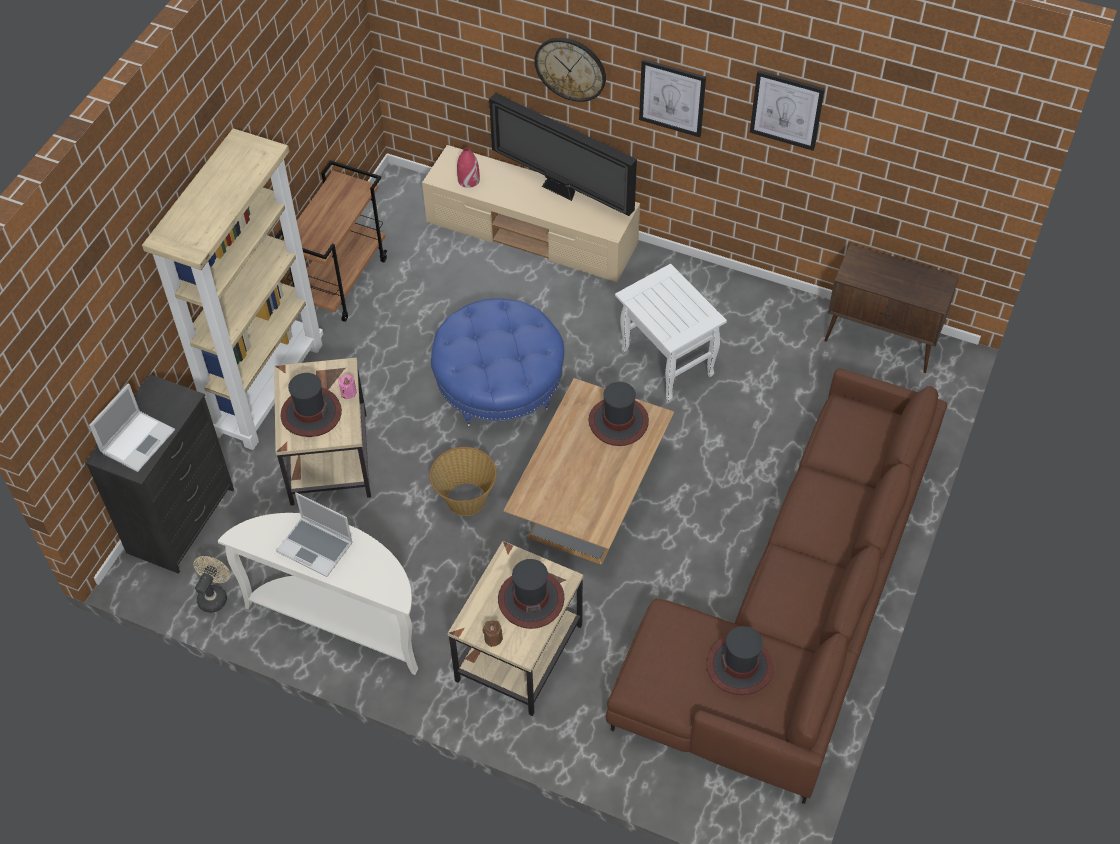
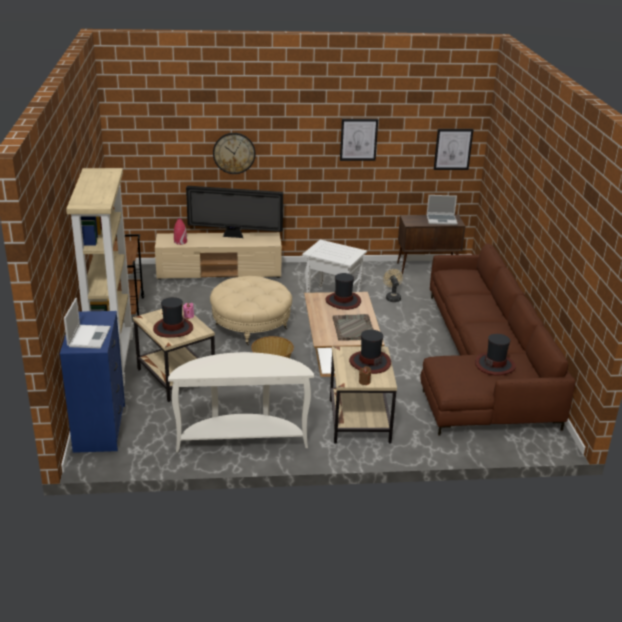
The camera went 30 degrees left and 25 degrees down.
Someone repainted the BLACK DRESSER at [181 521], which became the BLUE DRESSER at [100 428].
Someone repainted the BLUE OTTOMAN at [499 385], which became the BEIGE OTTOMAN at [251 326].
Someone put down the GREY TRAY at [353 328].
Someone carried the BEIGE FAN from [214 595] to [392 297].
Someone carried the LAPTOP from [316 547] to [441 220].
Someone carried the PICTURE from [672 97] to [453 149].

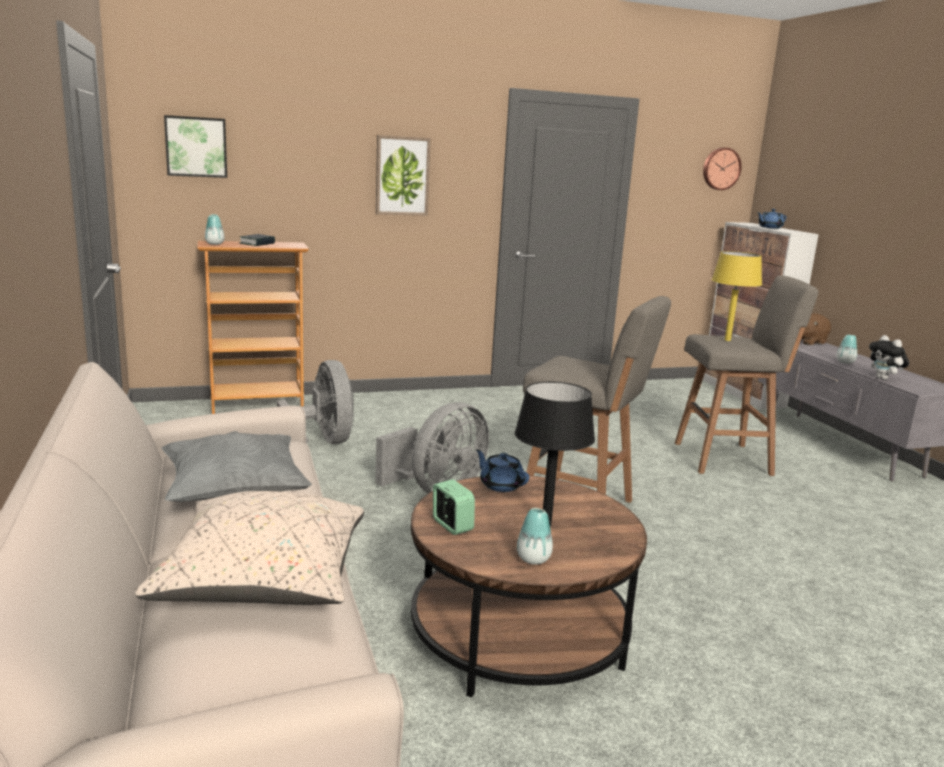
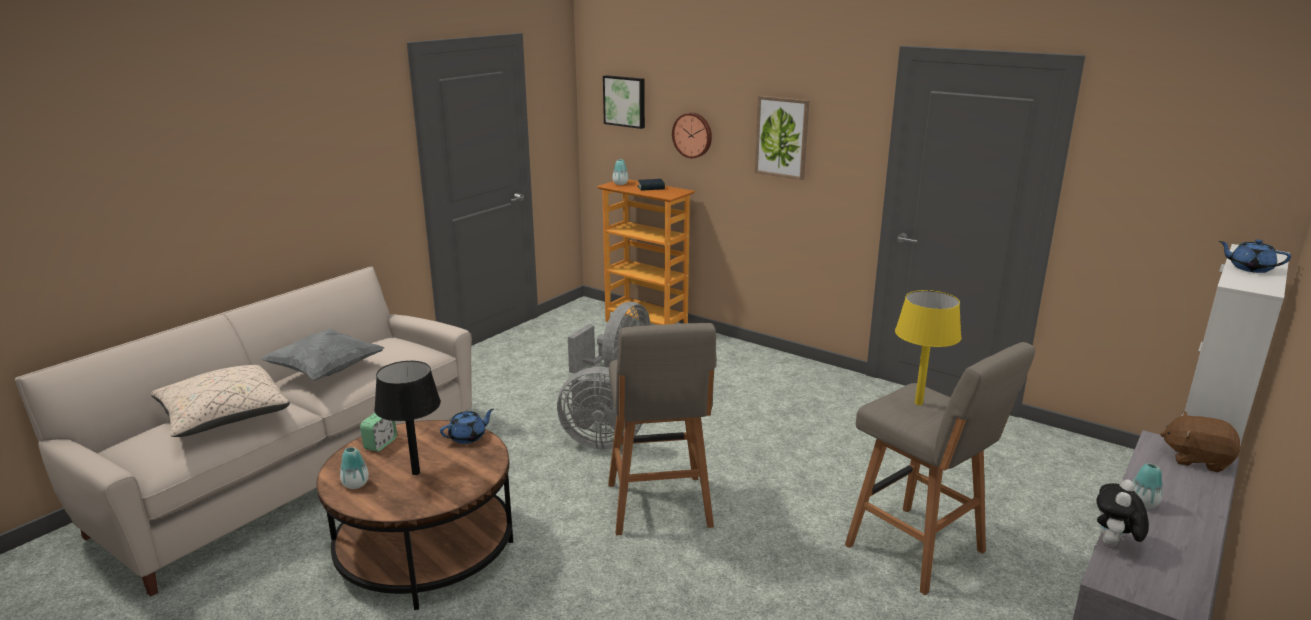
The camera went 55 degrees right and 5 degrees up.
Someone rotated the BLUE TEAPOT at [500 485] by 45 degrees clockwise.
Someone carried the WALL CLOCK from [720 168] to [693 135].

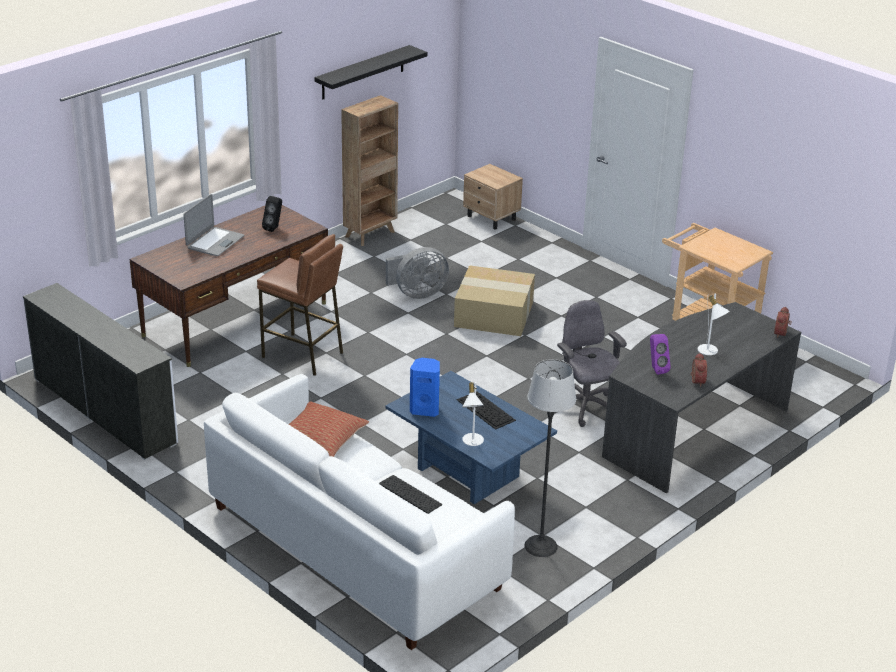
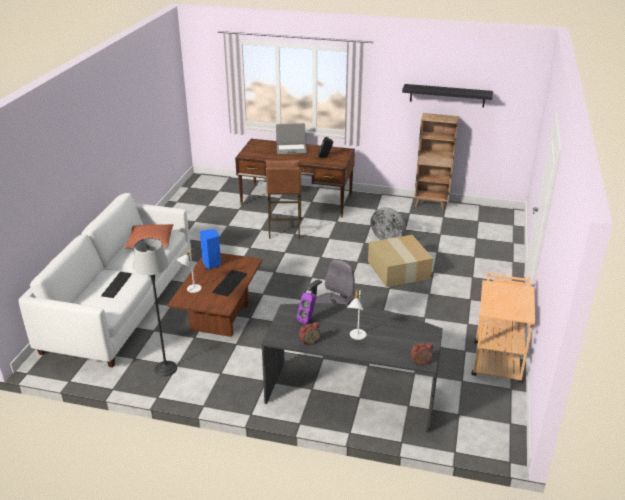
The camera went 60 degrees right and 0 degrees up.
Someone repainted the BLUE COFFEE TABLE at [468 472], which became the BROWN COFFEE TABLE at [220 317].
Someone took away the WHITE DRESSER at [105 410].
Someone took away the BEIGE NIGHTSTAND at [491 218].

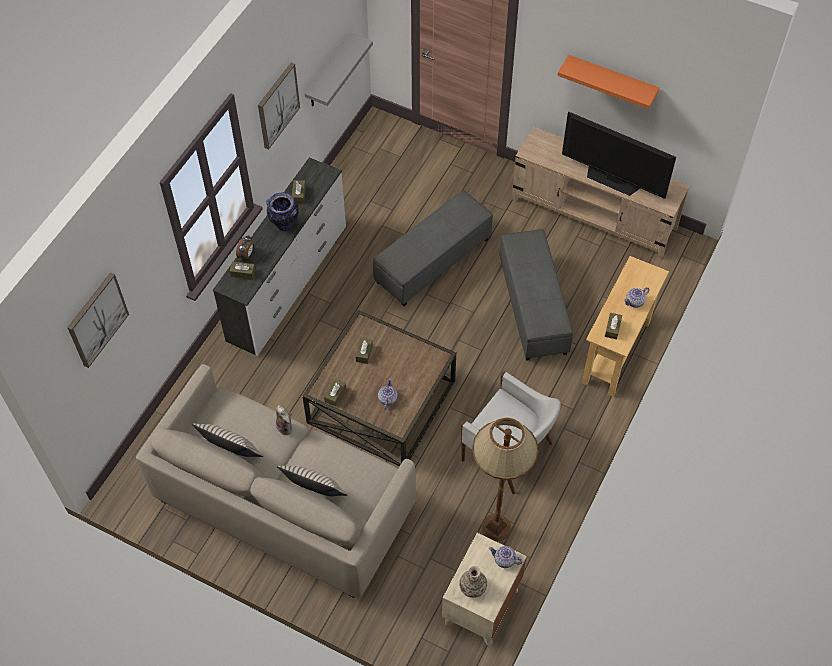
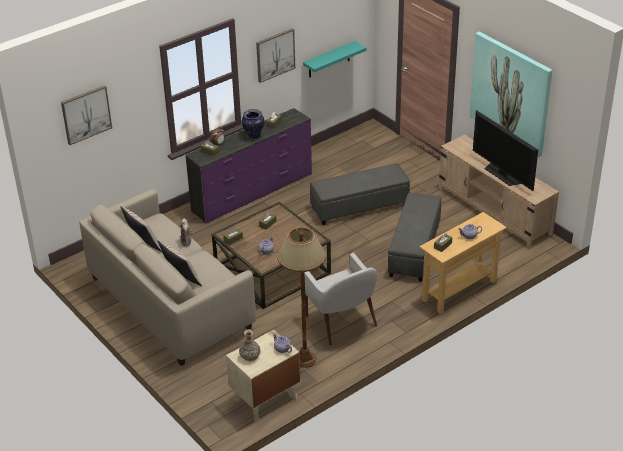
The camera went 25 degrees right and 20 degrees down.
Someone repainted the WHITE DRESSER at [288 283], which became the PURPLE DRESSER at [253 192].
Someone repainted the GREY SHELF at [328 72], which became the TURQUOISE SHELF at [329 60].
Someone swapped the ORANGE SHELF at [611 81] for the PICTURE at [511 93].

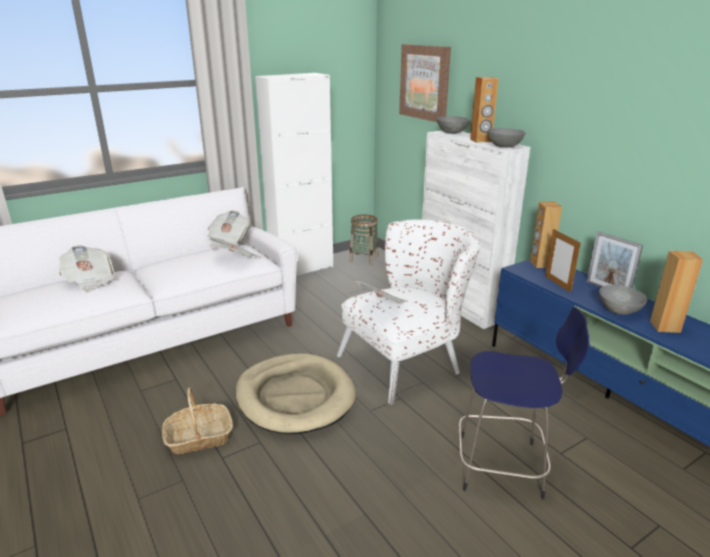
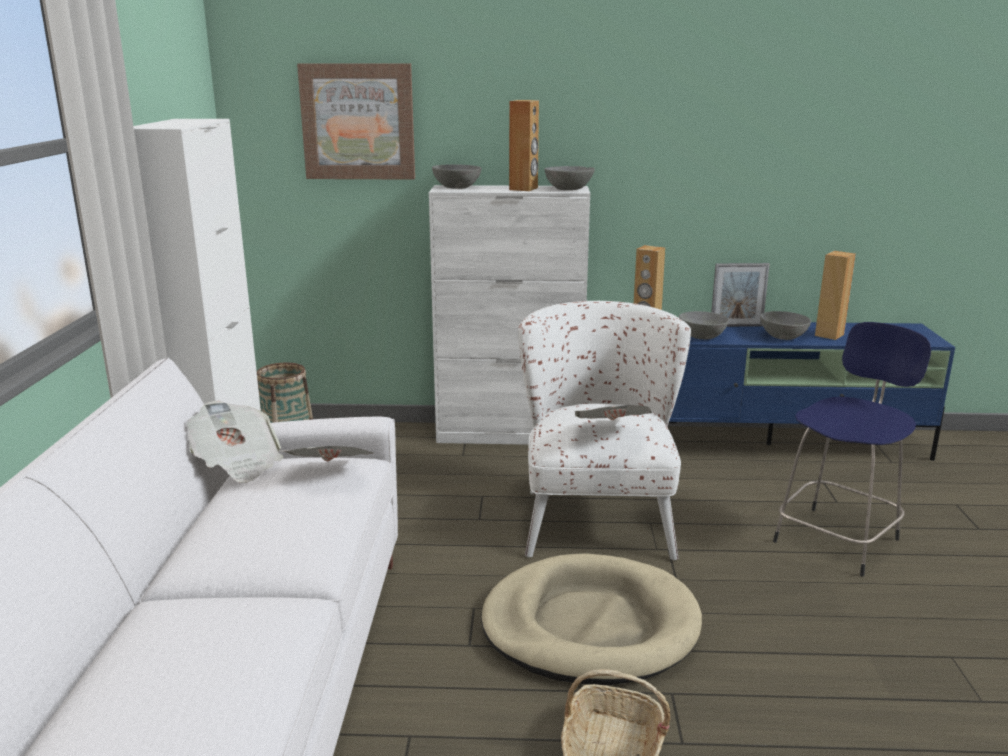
The camera went 55 degrees left and 5 degrees down.
Someone swapped the PICTURE FRAME at [557 284] for the GREY BOWL at [702 337].
Someone took away the NEWSPAPER at [89 280].

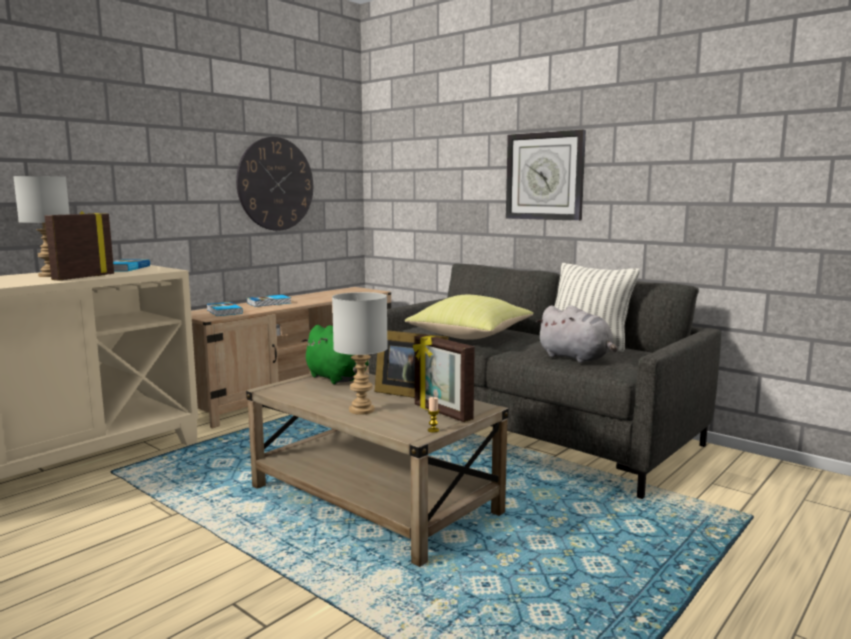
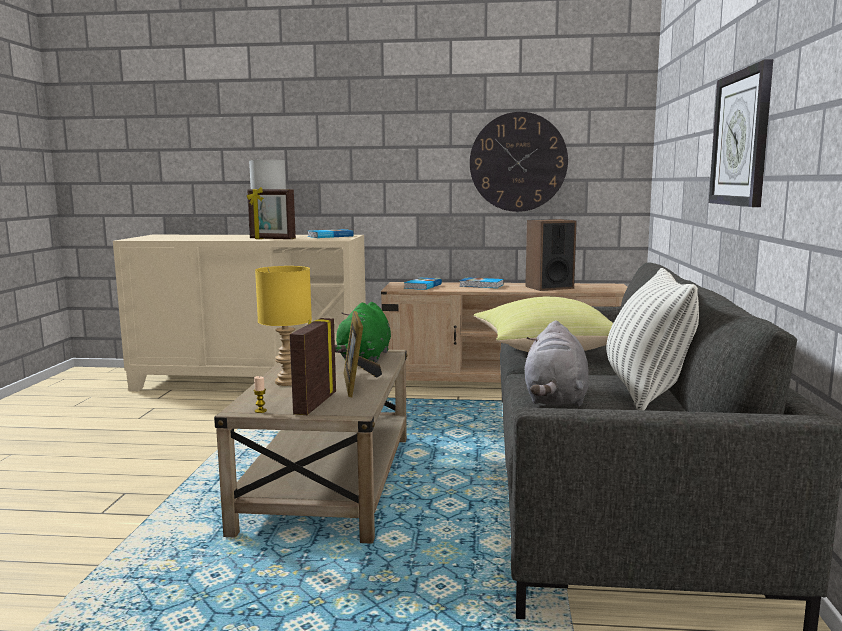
The camera went 55 degrees right and 0 degrees up.
Someone rotated the PICTURE FRAME at [83 277] by 150 degrees counterclockwise.
Someone repainted the GREY TABLE LAMP at [362 410], which became the YELLOW TABLE LAMP at [287 382].
Someone put down the SPEAKER at [549 287].

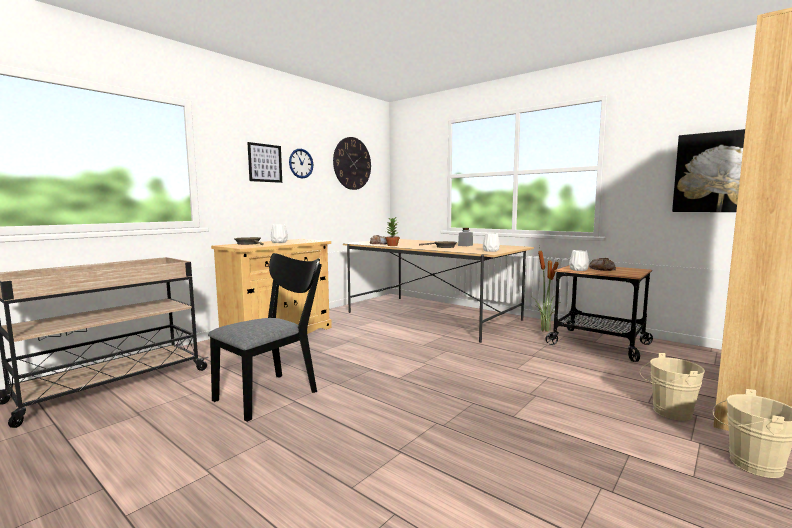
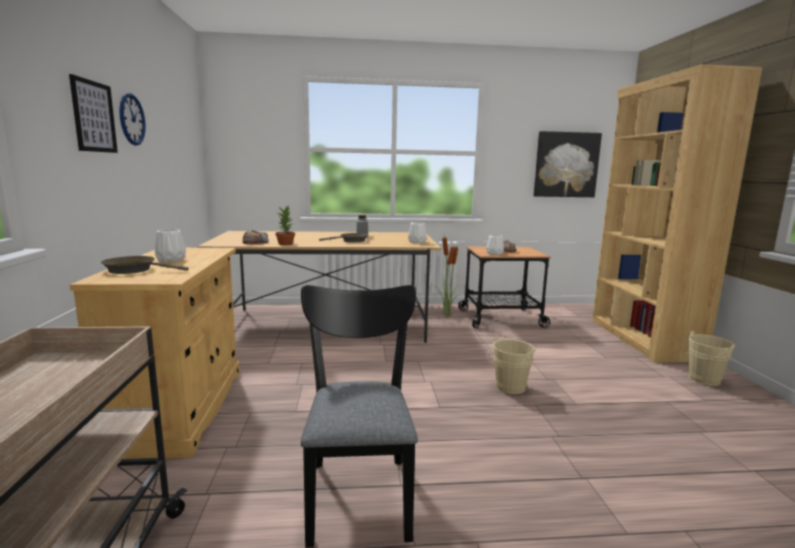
The camera went 45 degrees left and 5 degrees up.
Someone carried the BEIGE BUCKET from [668 412] to [508 388].
Someone took away the WALL CLOCK at [352 163].

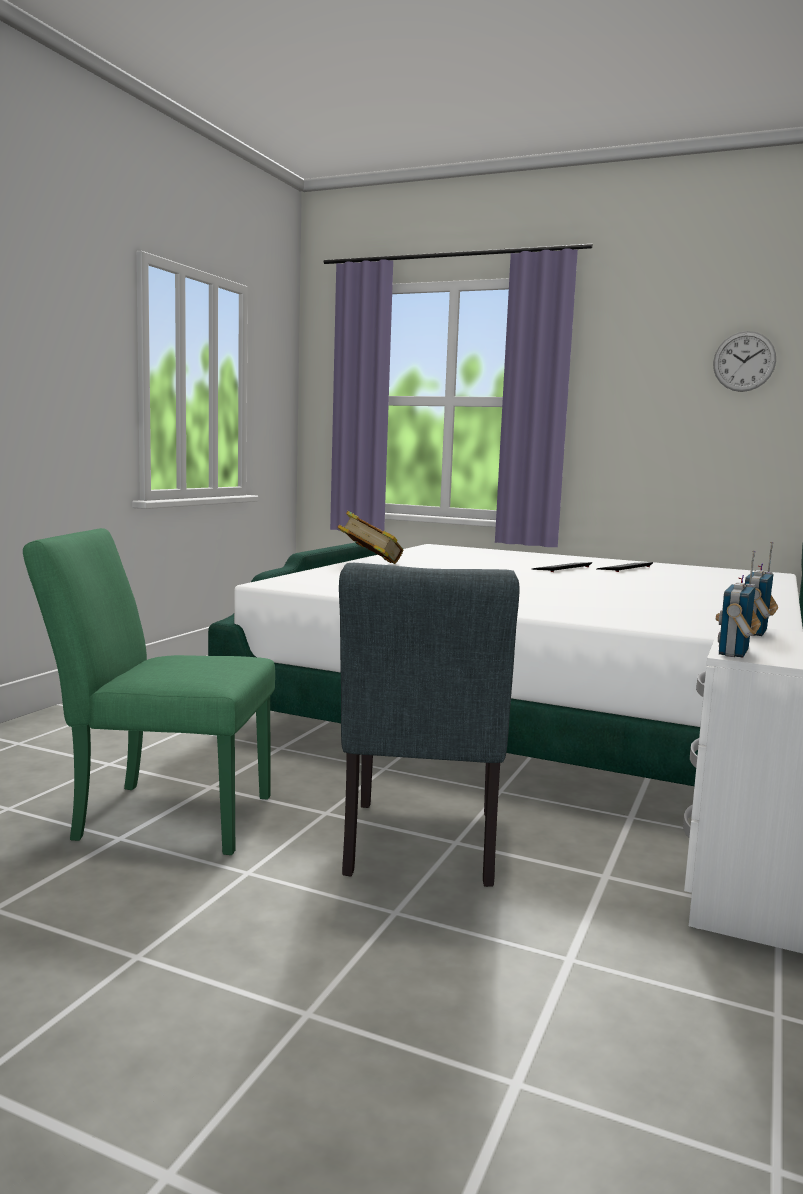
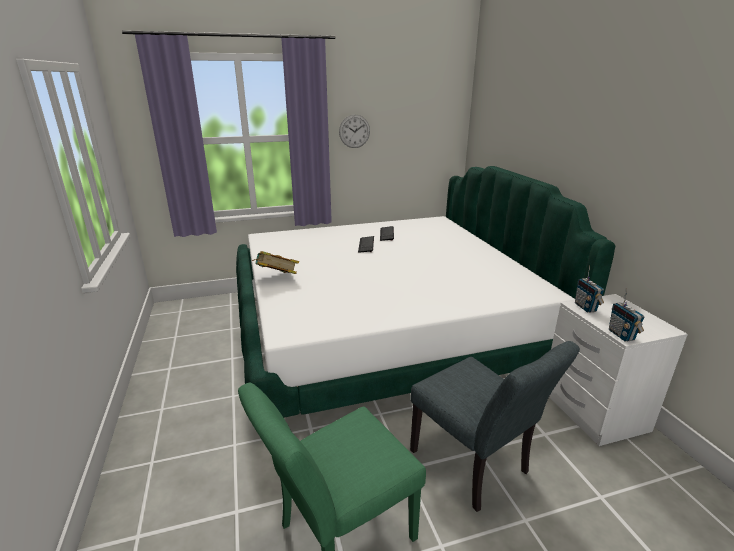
The camera went 40 degrees left and 15 degrees up.
Someone carried the WALL CLOCK from [744 361] to [354 131].

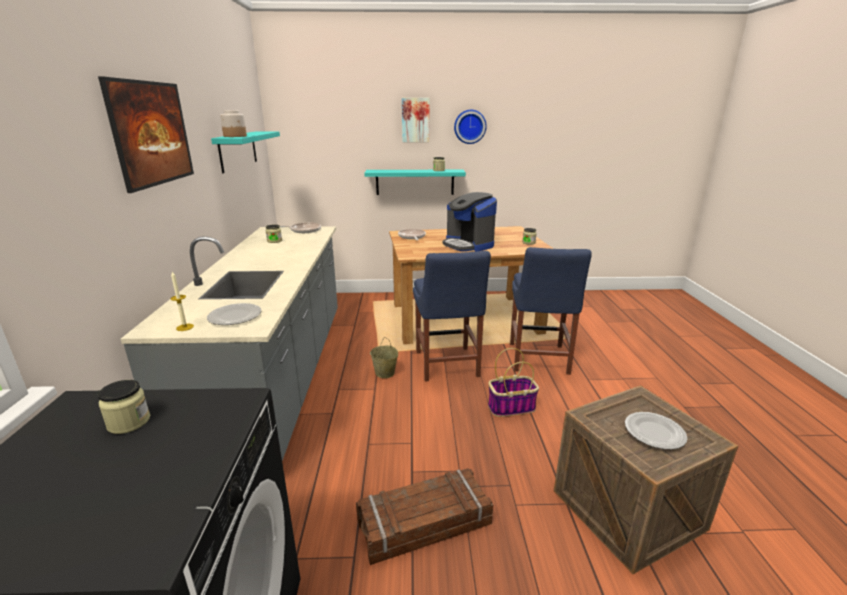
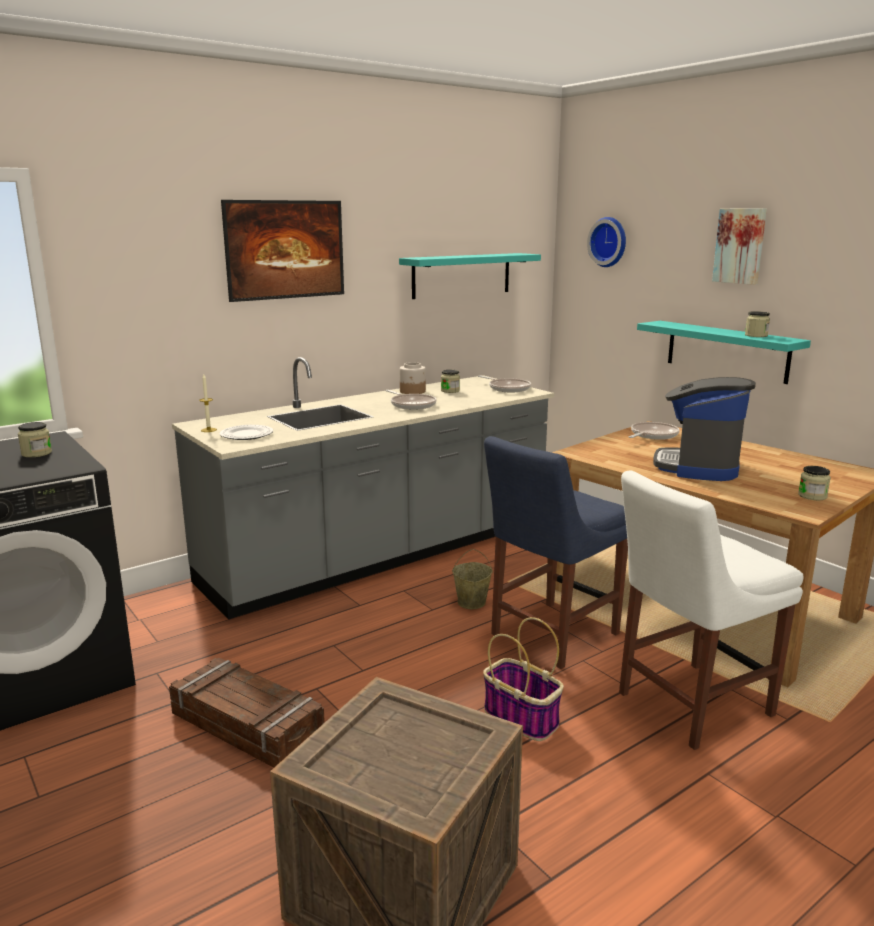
The camera went 55 degrees right and 5 degrees down.
Someone put down the FRYING PAN at [411 405].
Someone carried the JAR from [235 136] to [412 391].
Someone carried the WALL CLOCK from [469 126] to [609 242].
Someone repainted the BLUE CHAIR at [538 360], which became the WHITE CHAIR at [688 705].
Someone took away the PLATE at [653 432].

